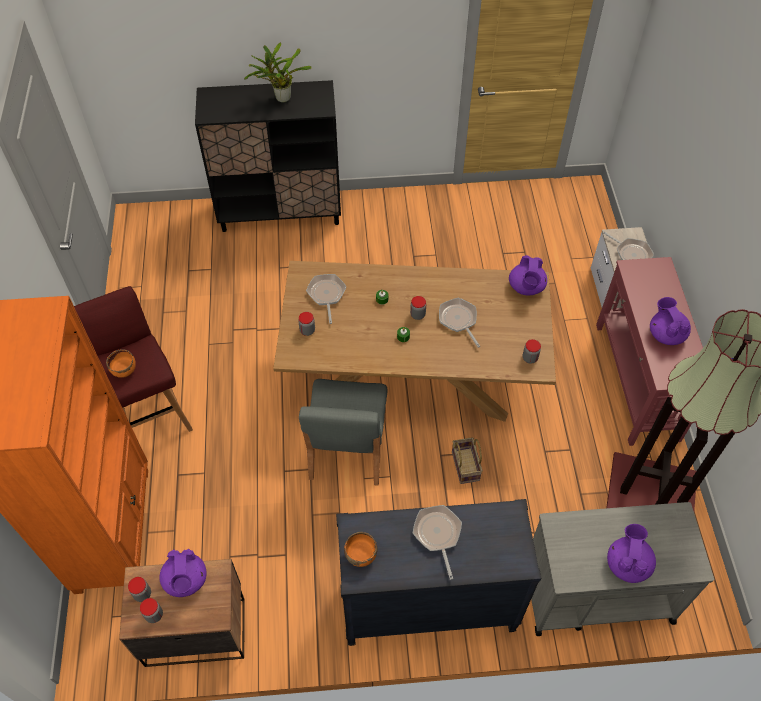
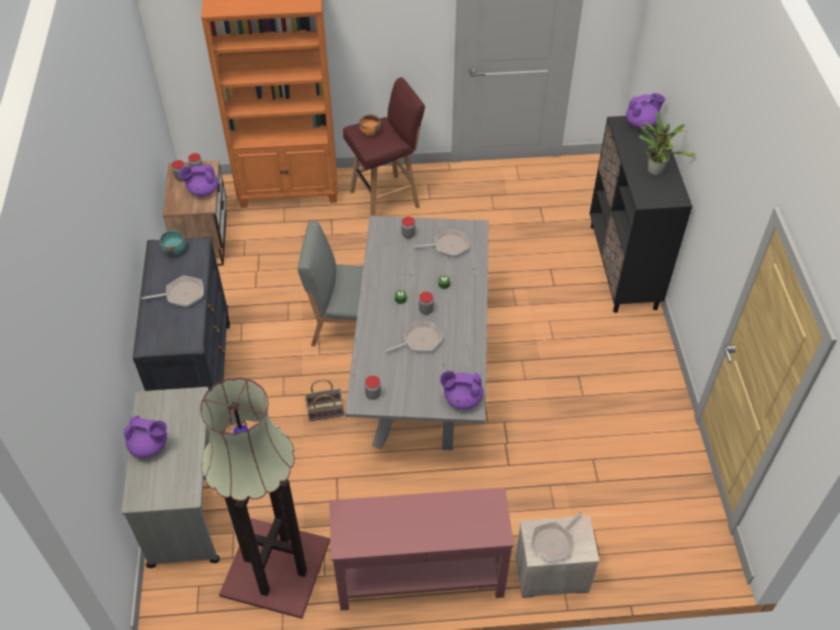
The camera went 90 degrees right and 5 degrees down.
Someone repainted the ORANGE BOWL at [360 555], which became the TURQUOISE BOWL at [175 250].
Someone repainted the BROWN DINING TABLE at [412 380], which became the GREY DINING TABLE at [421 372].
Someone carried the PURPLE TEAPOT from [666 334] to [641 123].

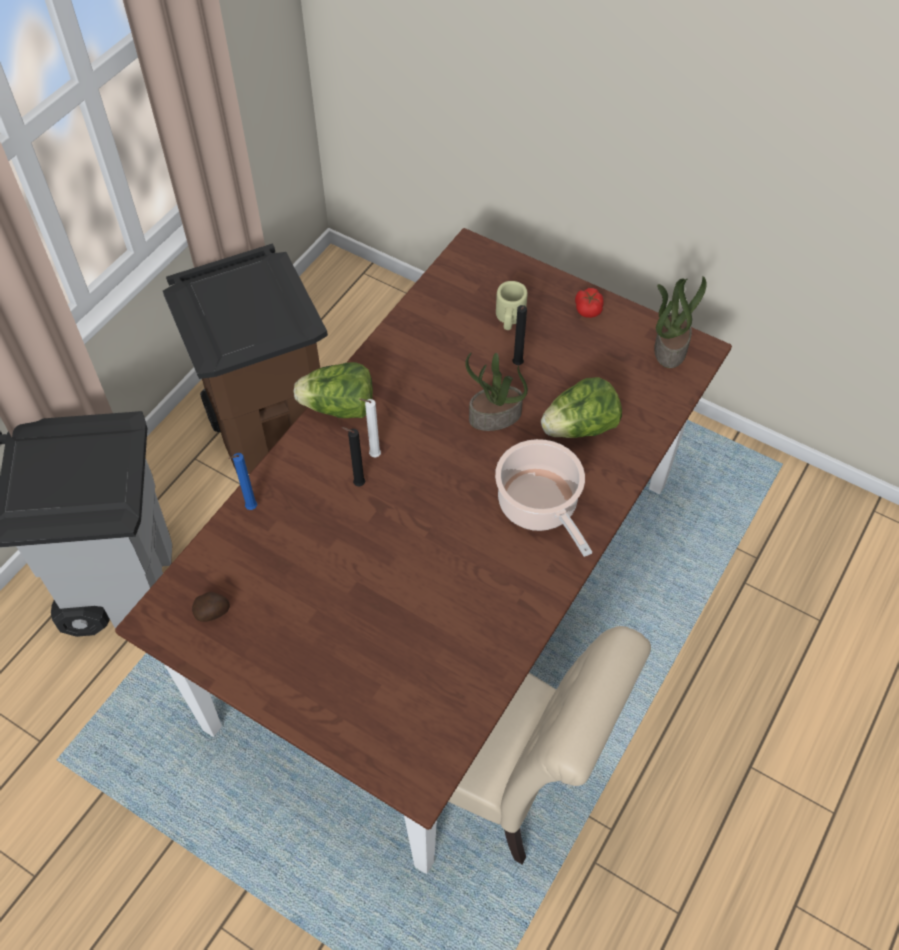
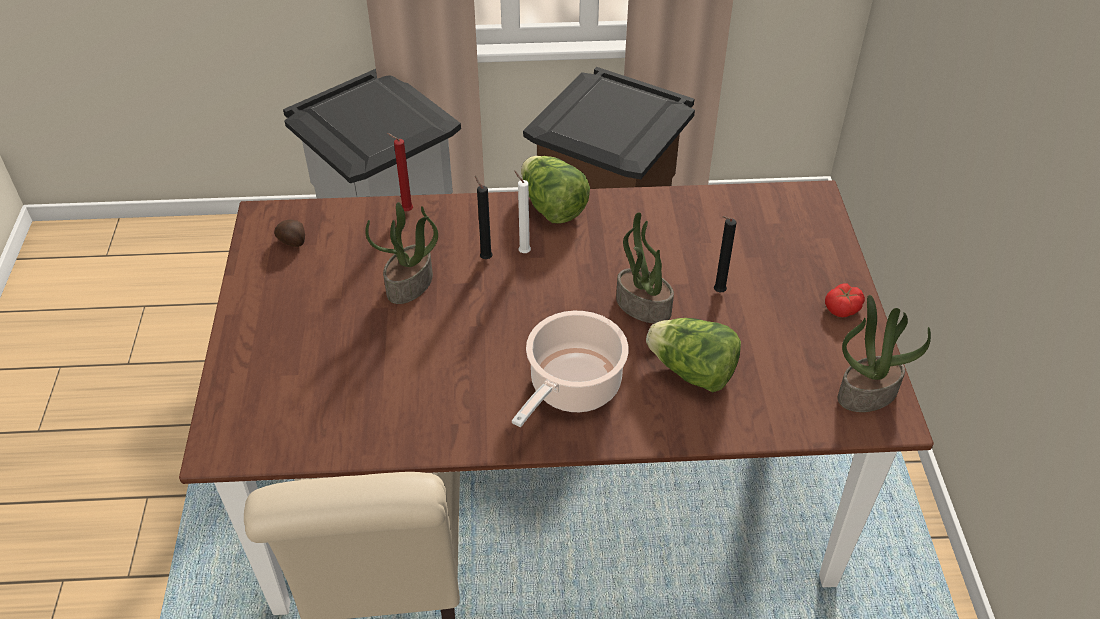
The camera went 55 degrees right and 10 degrees down.
Someone put down the POTTED PLANT at [410 285].
Someone repainted the BLUE CANDLE at [250 509], which became the RED CANDLE at [405 211].
Someone took away the BEIGE MUG at [509 318].

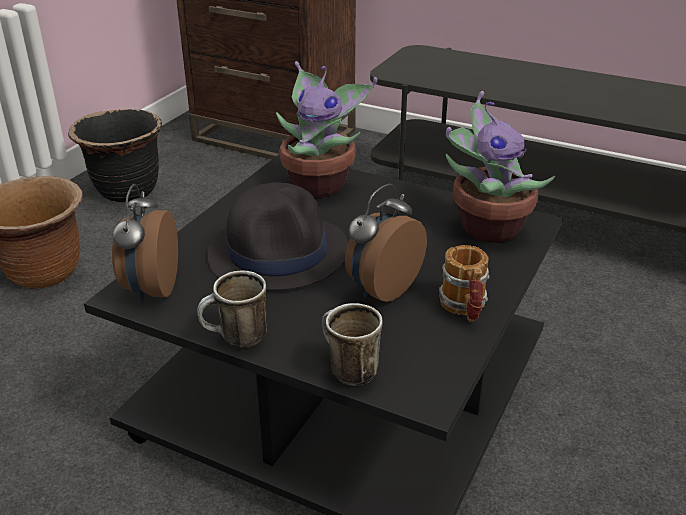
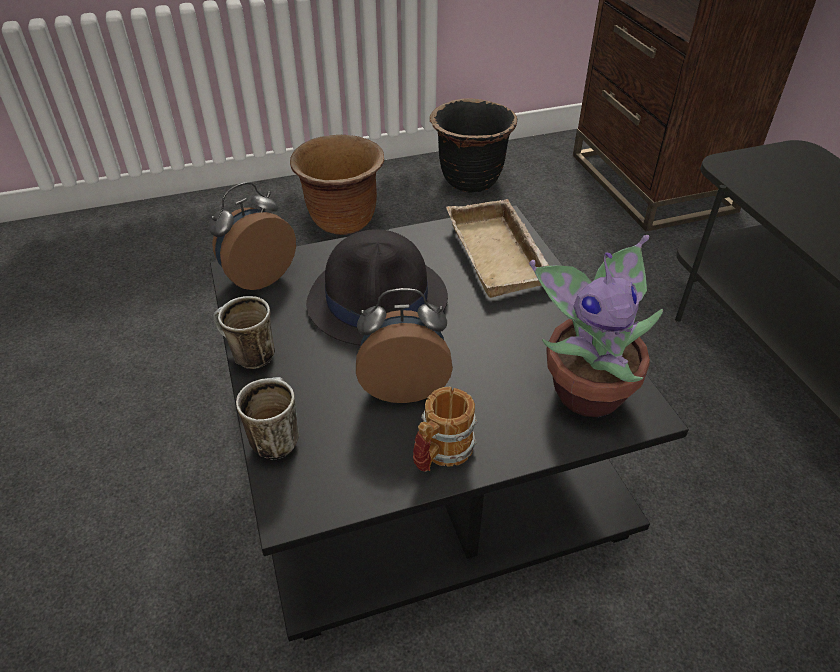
The camera went 45 degrees right and 10 degrees up.
Someone swapped the POTTED PLANT at [321 185] for the BEIGE TRAY at [501 255].

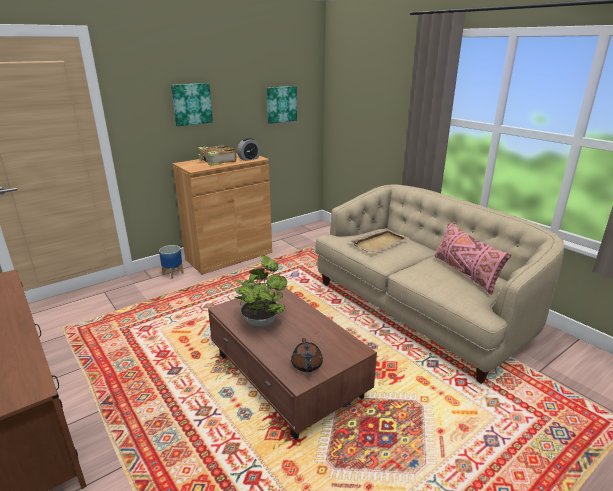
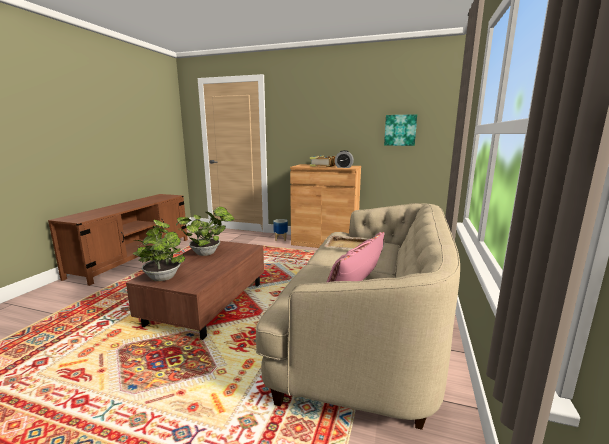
The camera went 55 degrees right and 10 degrees down.
Someone swapped the BROWN TEAPOT at [306 365] for the POTTED PLANT at [162 277].
Someone took away the PICTURE at [191 104].

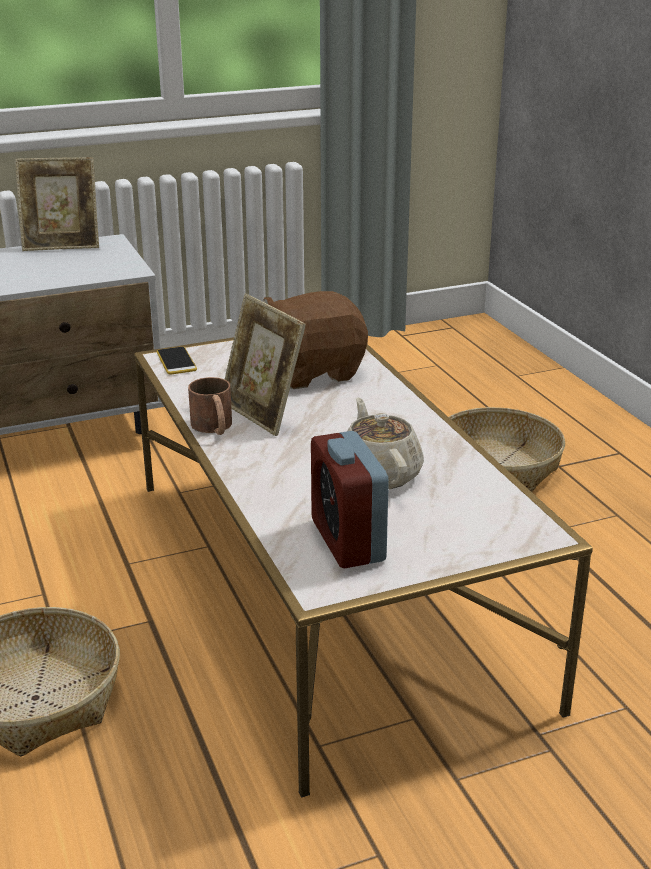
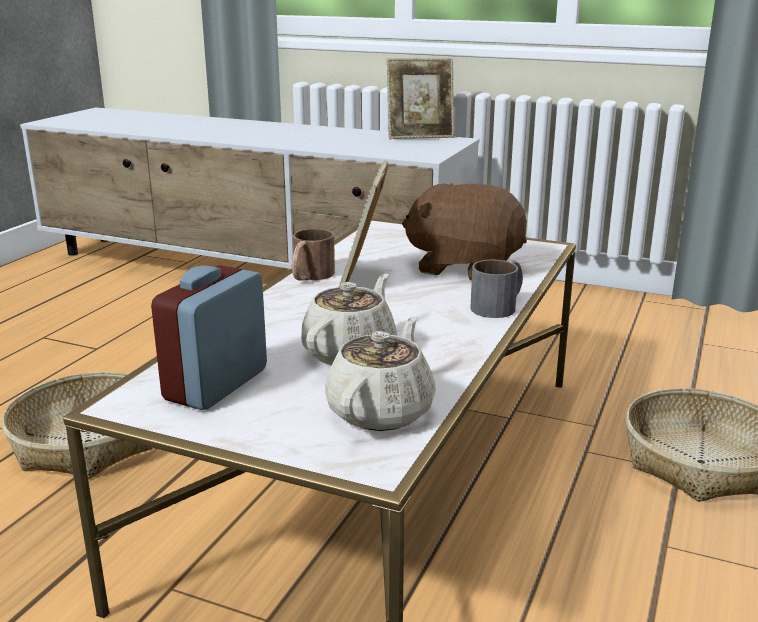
The camera went 45 degrees right and 5 degrees down.
Someone put down the BEIGE TEAPOT at [381 410].
Someone rotated the PICTURE FRAME at [62 245] by 45 degrees counterclockwise.
Someone put down the GREY MUG at [499 305].
Someone took away the PHONE at [176 361].

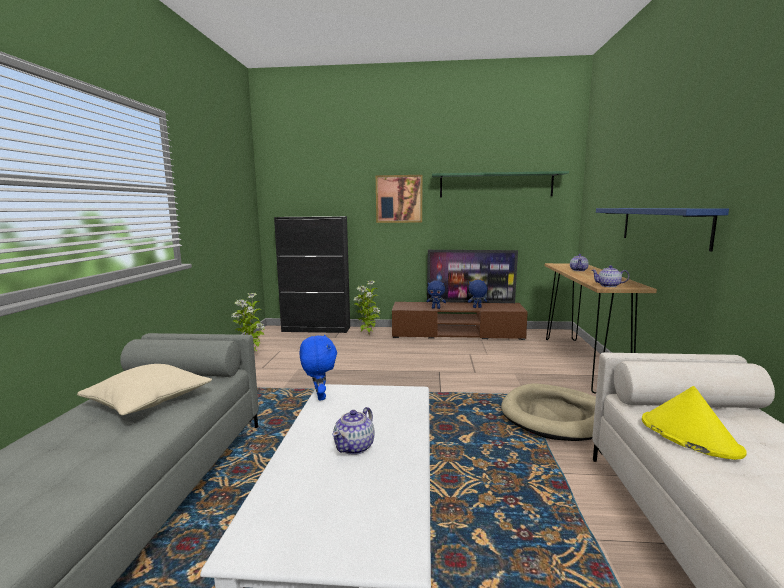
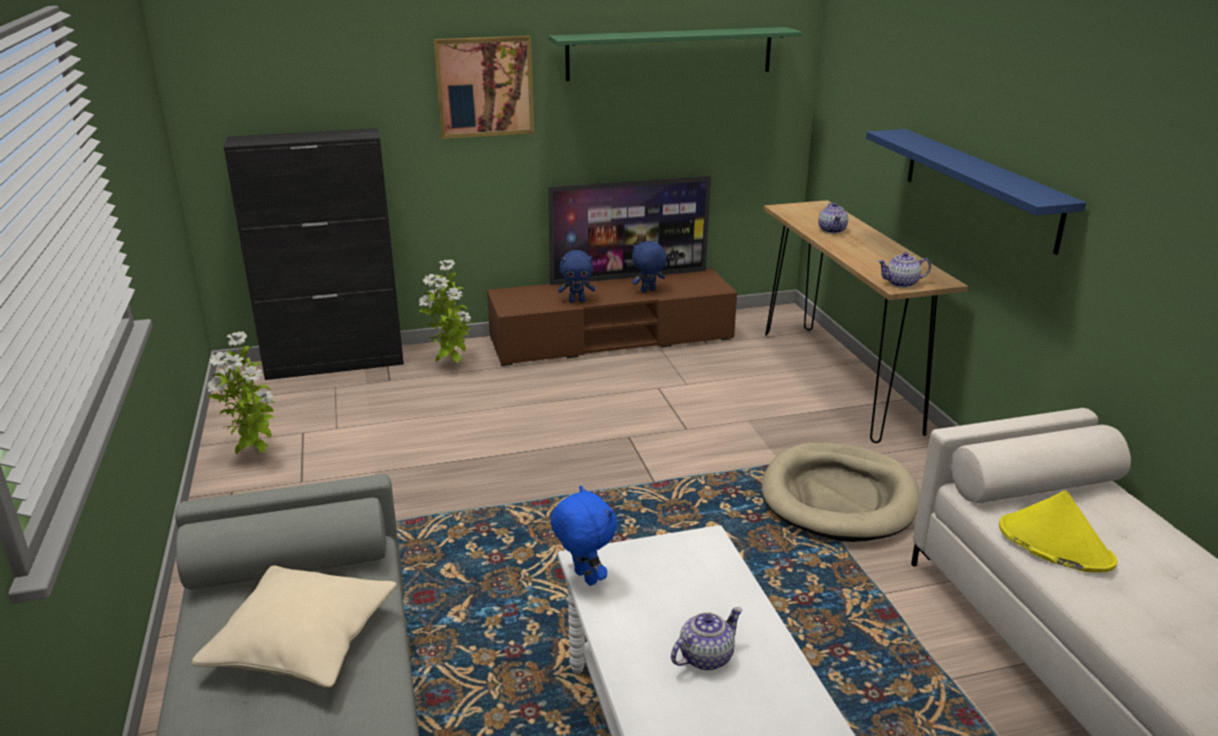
The camera went 20 degrees left and 15 degrees up.
Someone rotated the TEAPOT at [355 447] by 135 degrees counterclockwise.

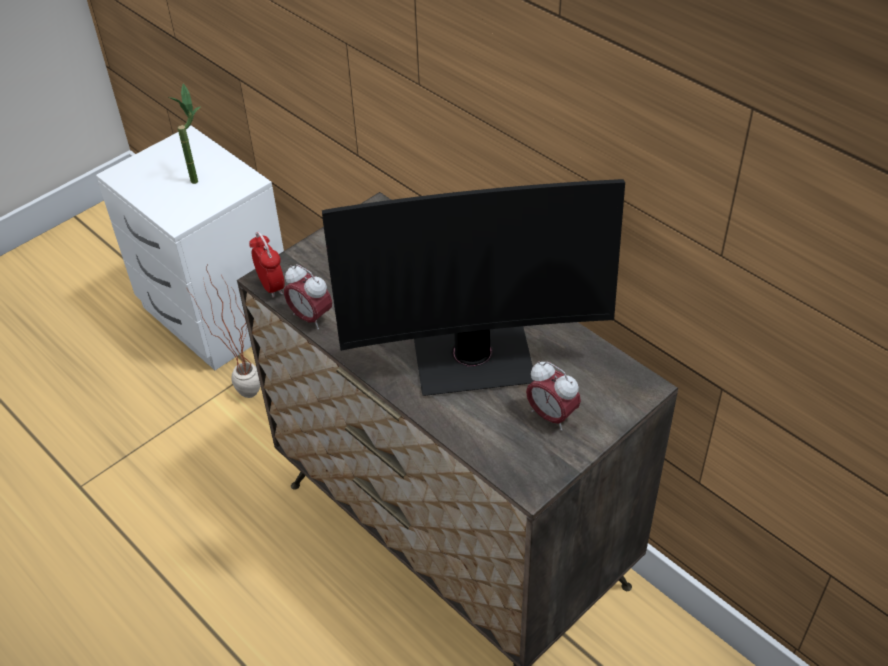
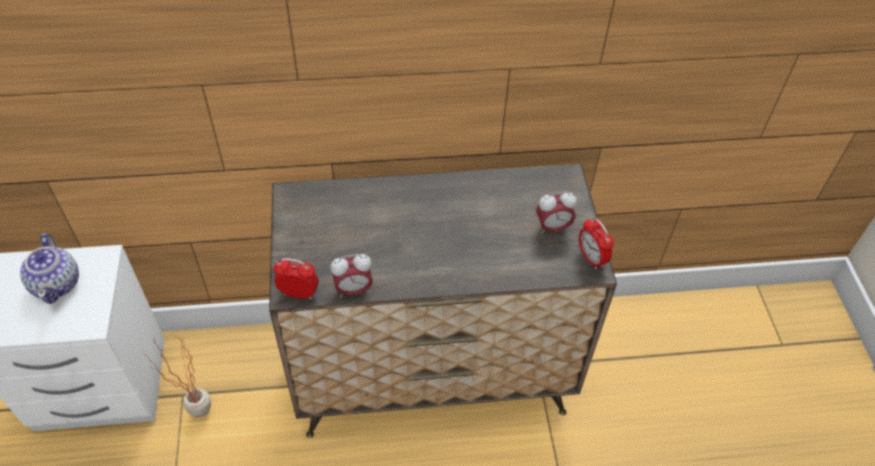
The camera went 55 degrees left and 5 degrees up.
Someone swapped the POTTED PLANT at [198 176] for the TEAPOT at [57 283].
Someone put down the ALARM CLOCK at [591 258].
Someone took away the MONITOR at [473 358].

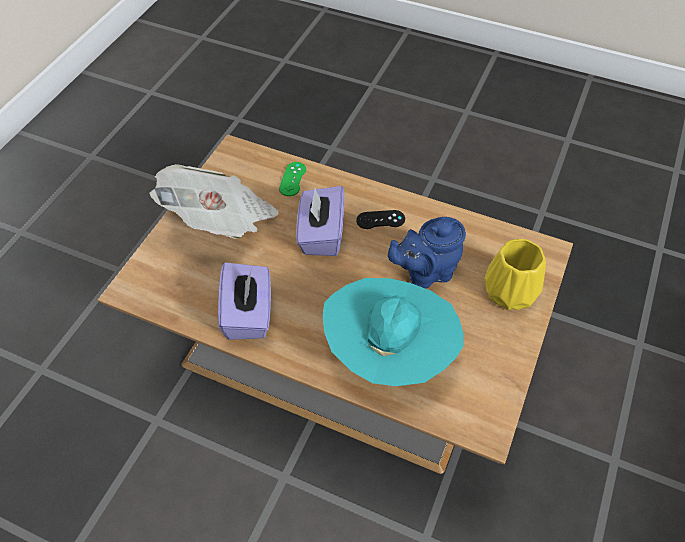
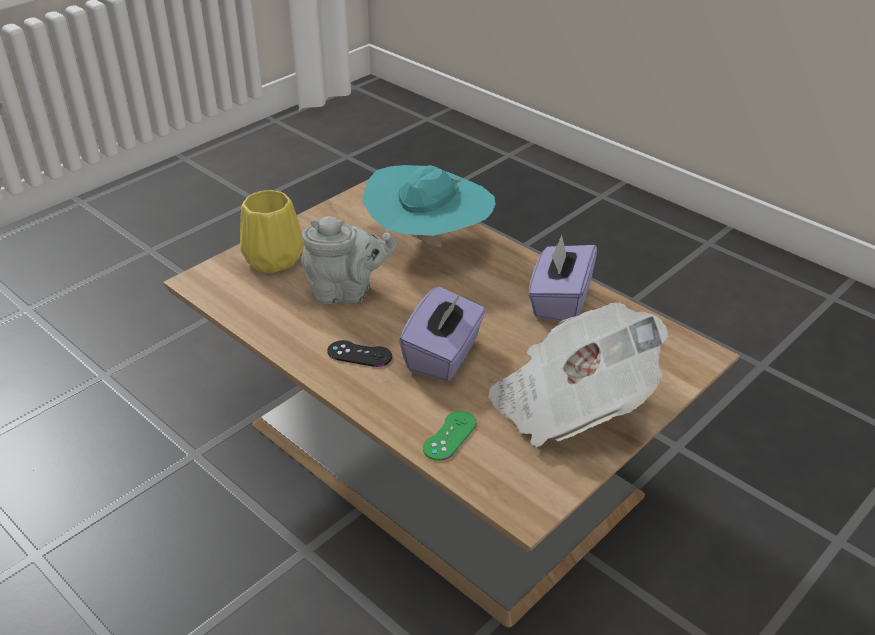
The camera went 160 degrees left and 15 degrees down.
Someone repainted the BLUE TEAPOT at [425 273], which became the GREY TEAPOT at [347 292].

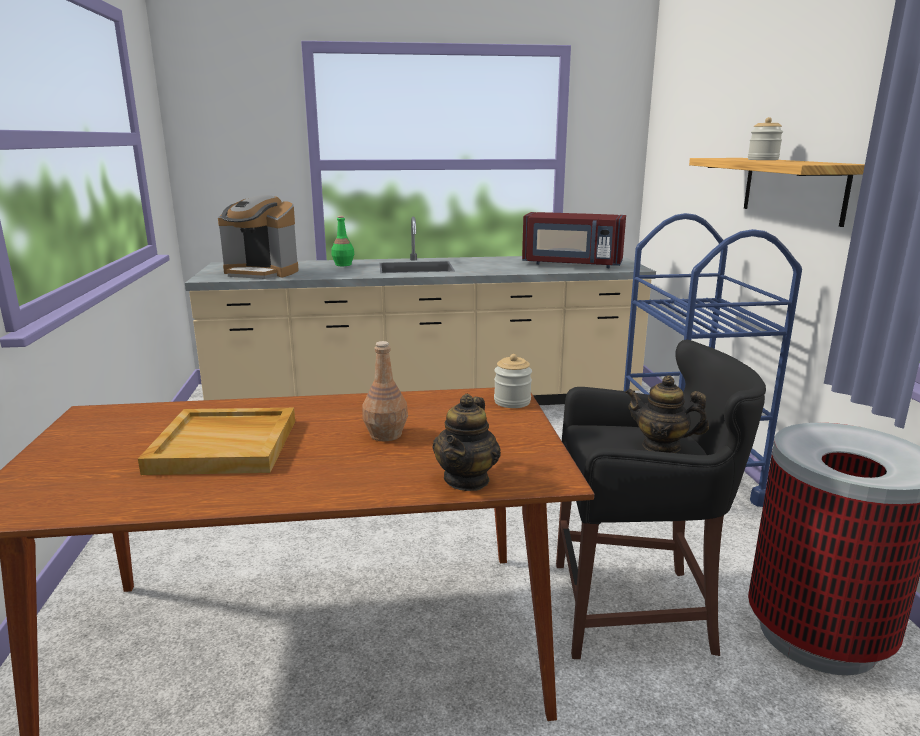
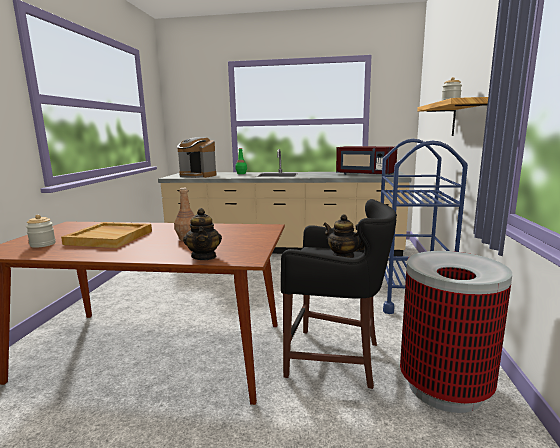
The camera went 15 degrees right and 5 degrees down.
Someone carried the JAR from [512 402] to [43 244].
Someone rotated the TEAPOT at [467 480] by 45 degrees counterclockwise.

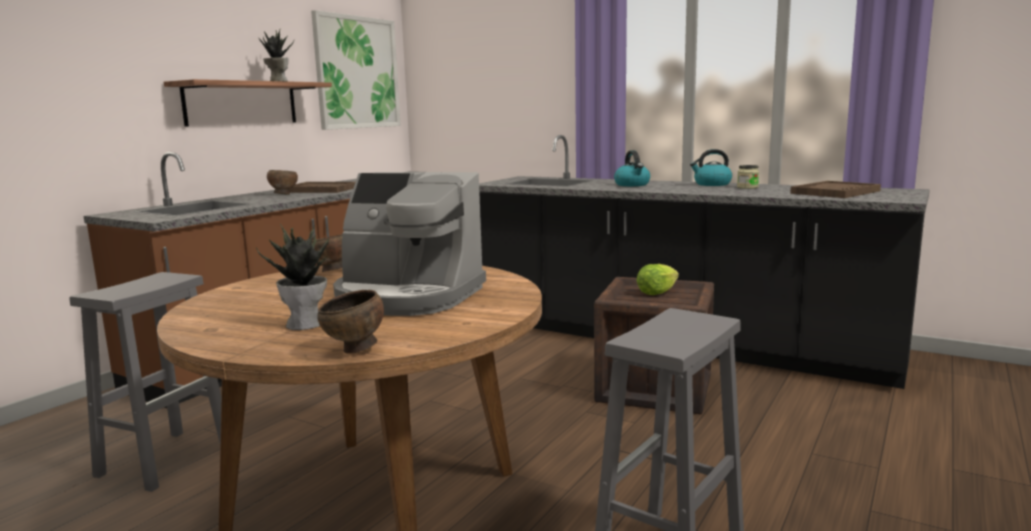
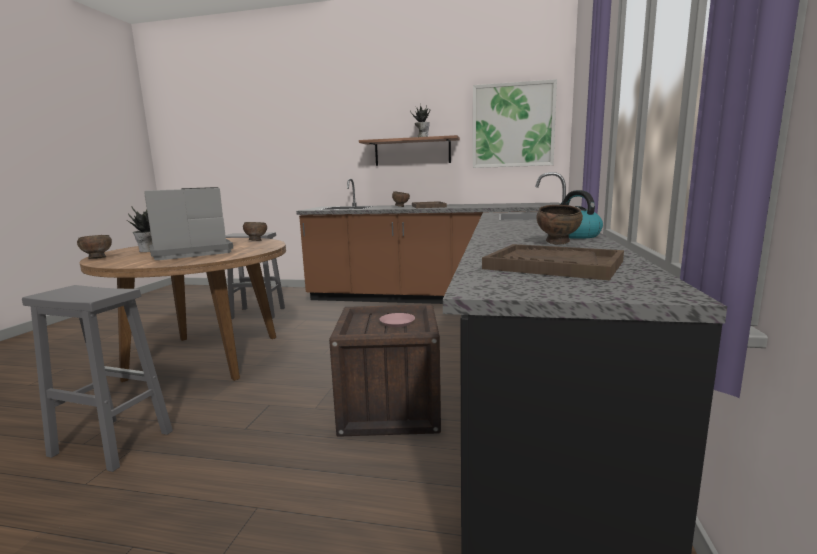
The camera went 70 degrees right and 0 degrees up.
Someone rotated the COFFEE MACHINE at [408 297] by 60 degrees clockwise.
Someone swapped the LETTUCE at [656 293] for the PINK PLATE at [397 322].
Someone swapped the JAR at [747 187] for the BROWN BOWL at [558 243].
Someone took away the KETTLE at [632 185].

